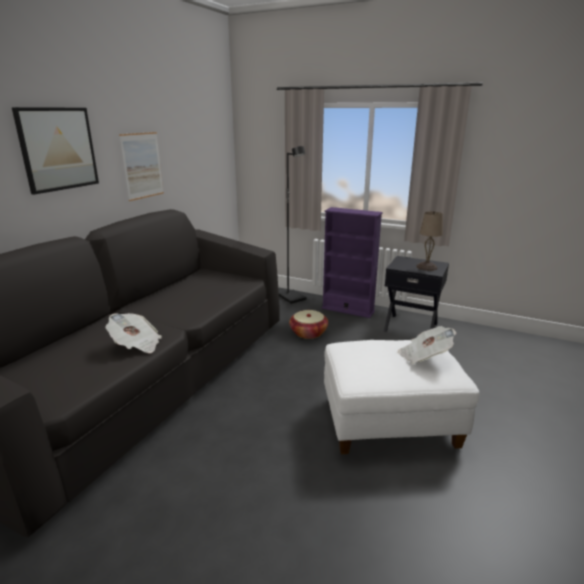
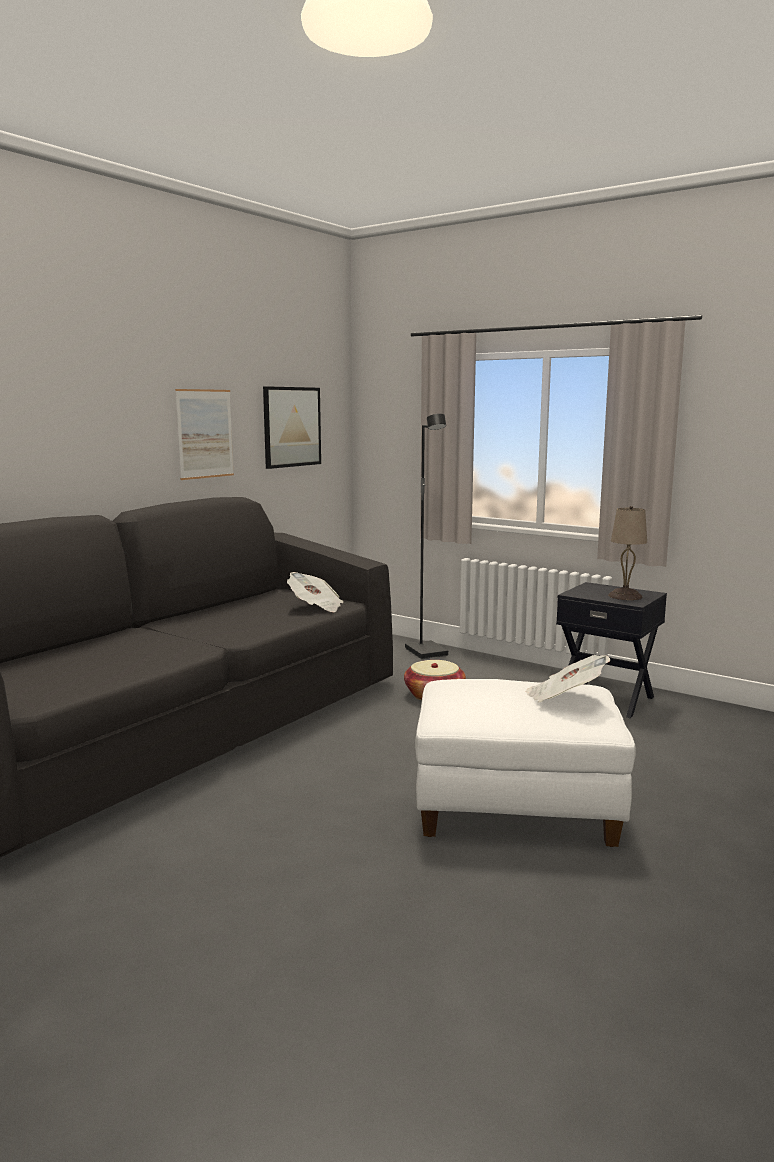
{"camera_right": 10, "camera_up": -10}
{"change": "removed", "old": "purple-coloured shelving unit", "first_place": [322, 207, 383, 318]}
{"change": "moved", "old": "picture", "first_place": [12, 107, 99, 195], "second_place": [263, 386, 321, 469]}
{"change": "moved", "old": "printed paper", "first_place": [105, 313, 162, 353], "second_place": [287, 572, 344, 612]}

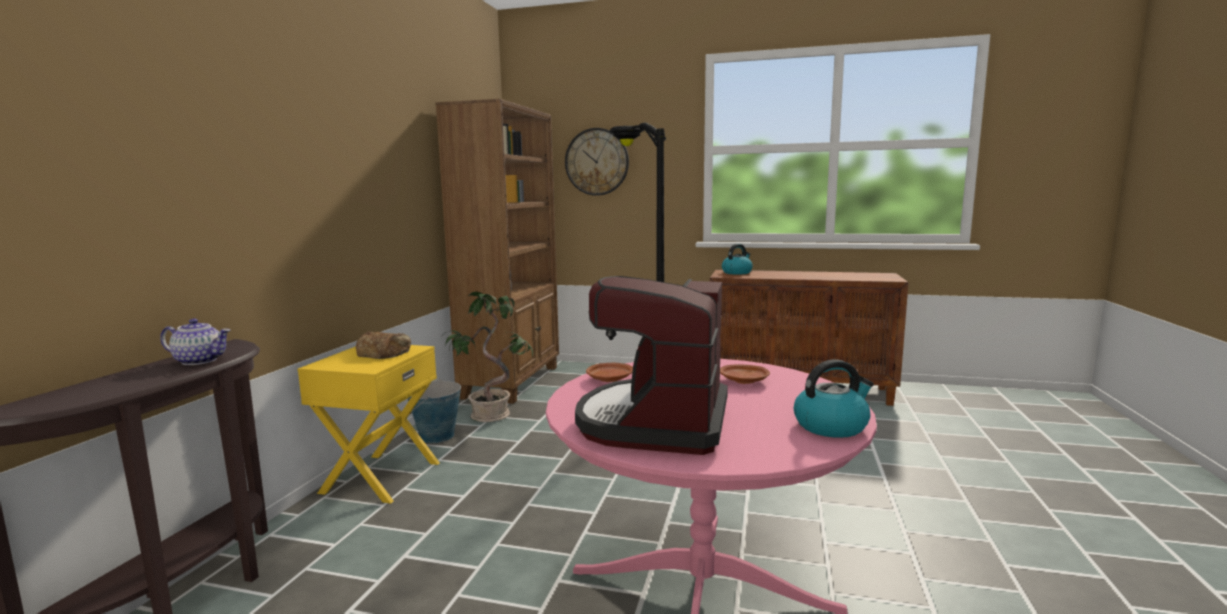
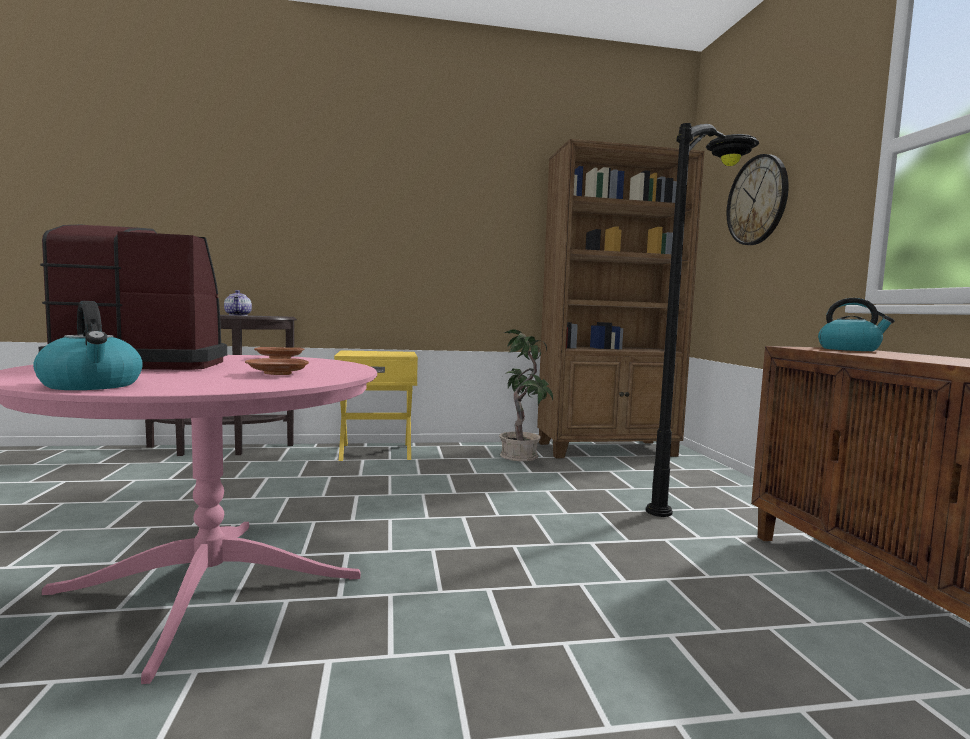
{"camera_right": 65, "camera_up": -5}
{"change": "removed", "old": "baked bread", "first_place": [356, 331, 411, 359]}
{"change": "removed", "old": "bucket", "first_place": [407, 379, 461, 443]}

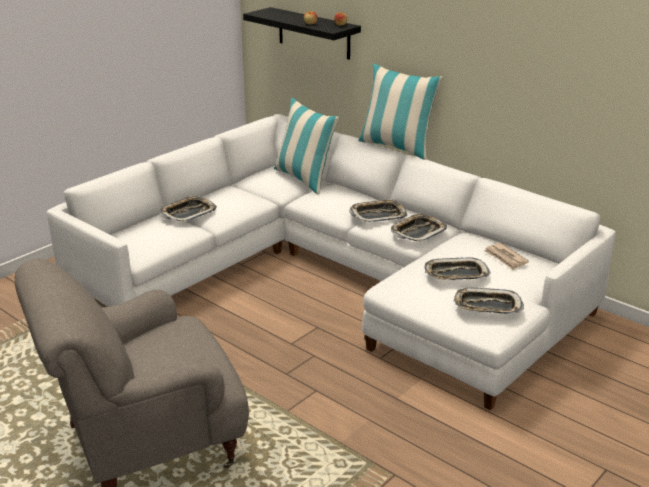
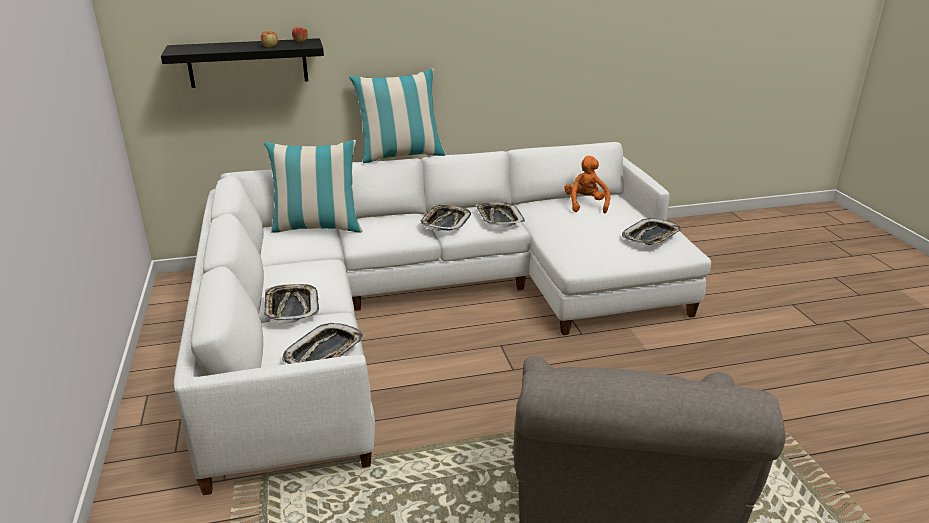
{"camera_right": -55, "camera_up": 0}
{"change": "moved", "old": "serving tray", "first_place": [425, 257, 491, 280], "second_place": [282, 323, 363, 364]}
{"change": "replaced", "old": "printed paper", "new": "orange-coloured plush toy", "first_place": [484, 243, 529, 270], "second_place": [565, 156, 610, 213]}

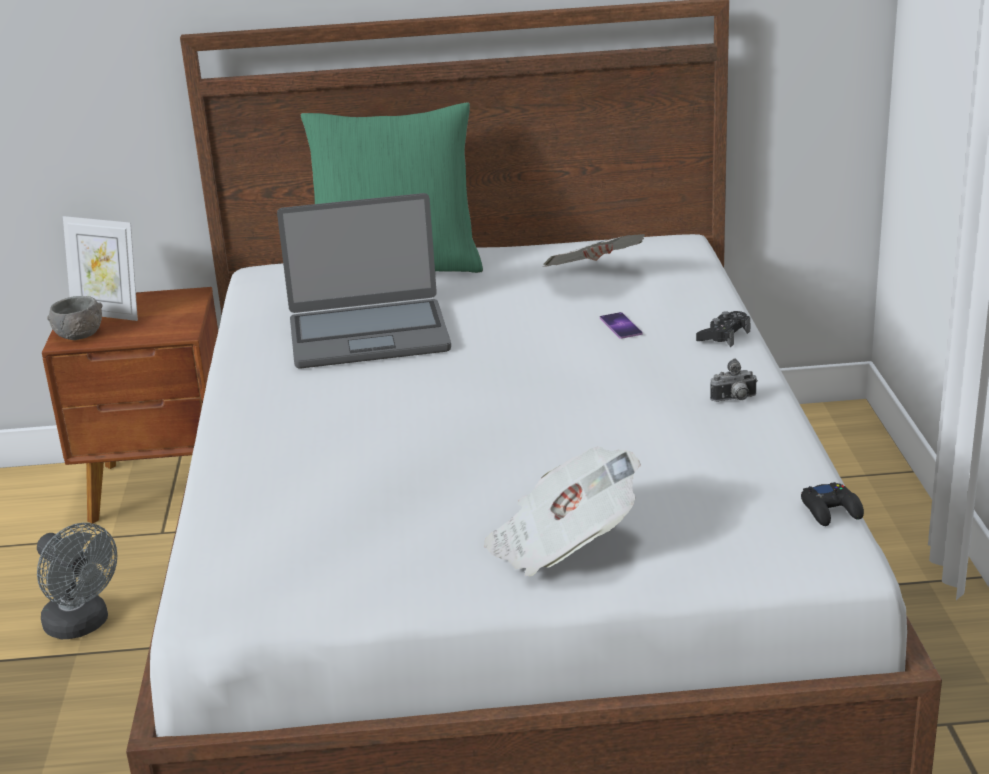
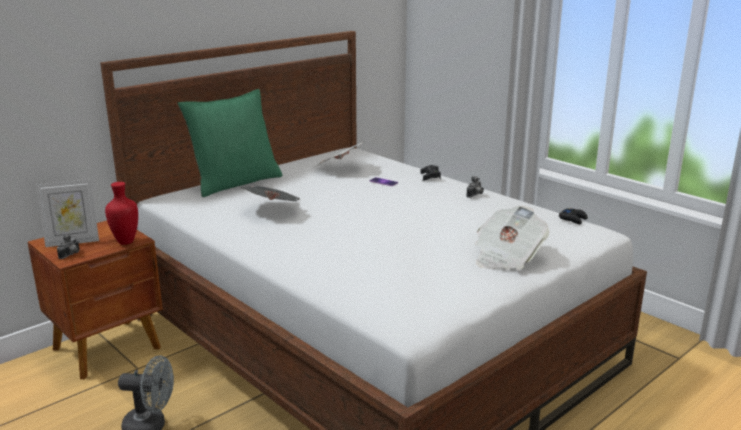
{"camera_right": -40, "camera_up": -5}
{"change": "added", "new": "reddish flower vase", "second_place": [105, 182, 138, 245]}
{"change": "replaced", "old": "grey bowl", "new": "photo camera", "first_place": [47, 296, 103, 340], "second_place": [57, 234, 80, 259]}
{"change": "replaced", "old": "laptop", "new": "printed paper", "first_place": [277, 193, 451, 369], "second_place": [240, 186, 300, 201]}

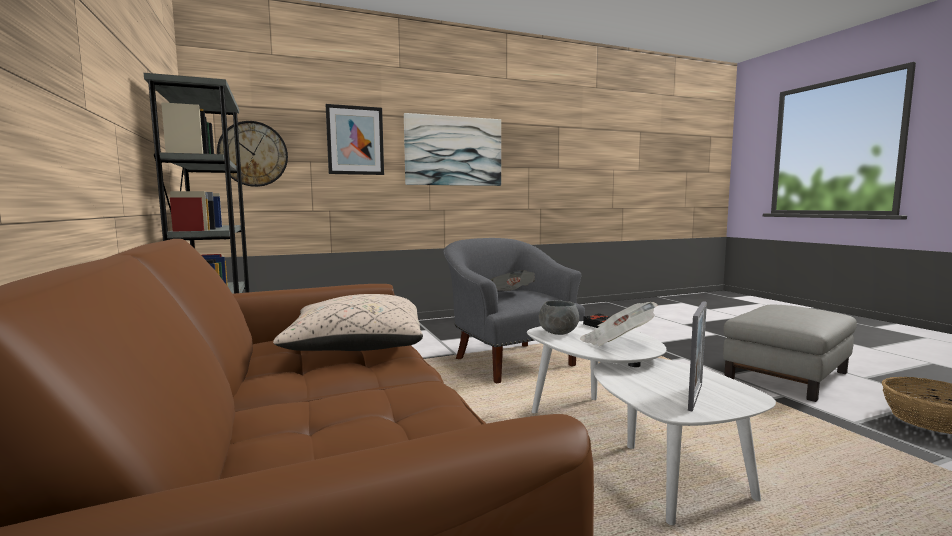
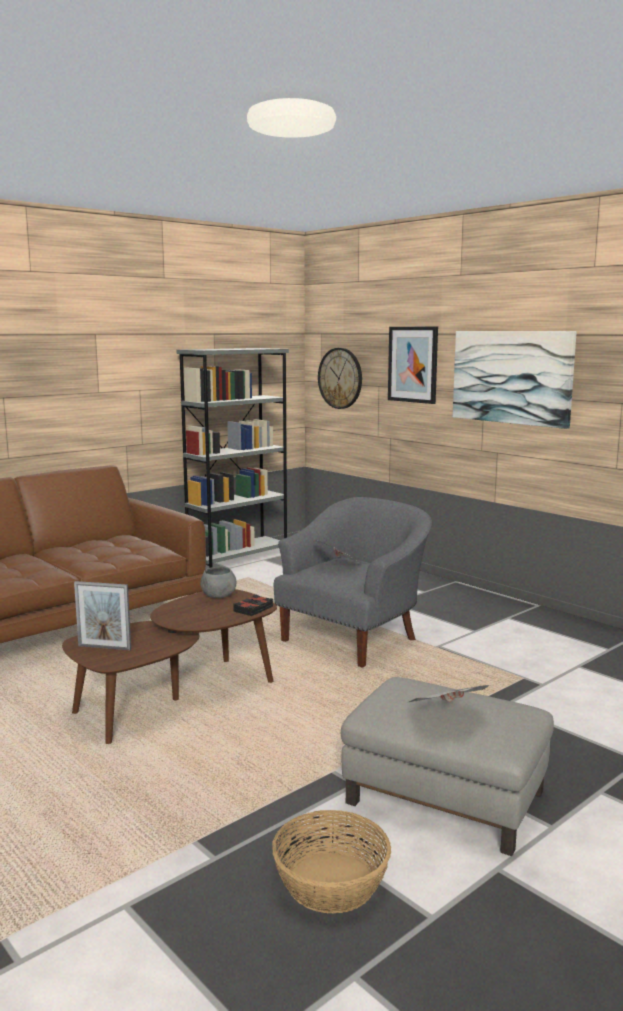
{"camera_right": 70, "camera_up": 5}
{"change": "removed", "old": "sand-coloured pillow", "first_place": [273, 294, 423, 351]}
{"change": "moved", "old": "printed paper", "first_place": [580, 302, 658, 346], "second_place": [409, 685, 490, 702]}
{"change": "recoloured", "old": "white low table", "new": "brown-coloured low table", "first_place": [527, 321, 776, 525], "second_place": [62, 589, 277, 744]}

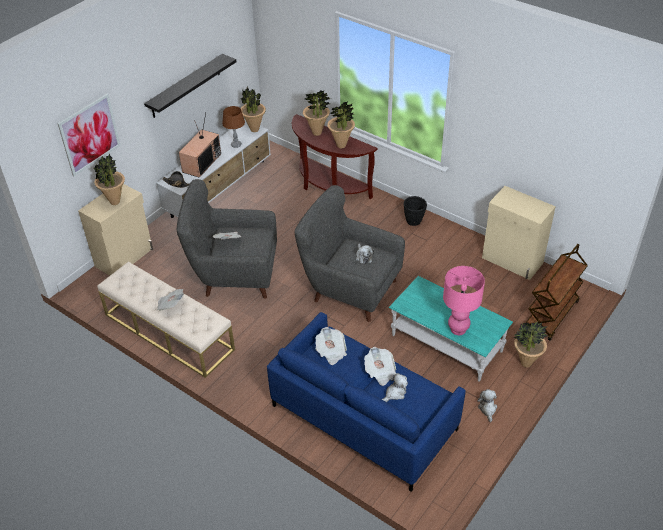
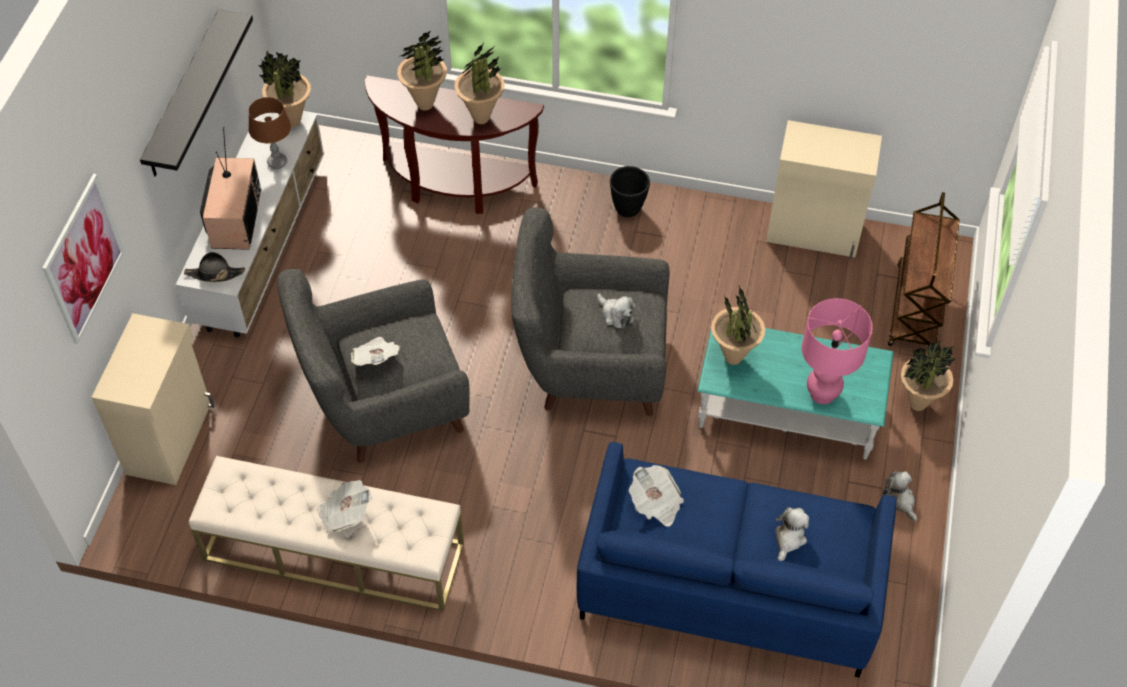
{"camera_right": -25, "camera_up": 10}
{"change": "removed", "old": "printed paper", "first_place": [364, 347, 397, 386]}
{"change": "moved", "old": "plant in a pot", "first_place": [94, 154, 125, 205], "second_place": [711, 286, 765, 365]}

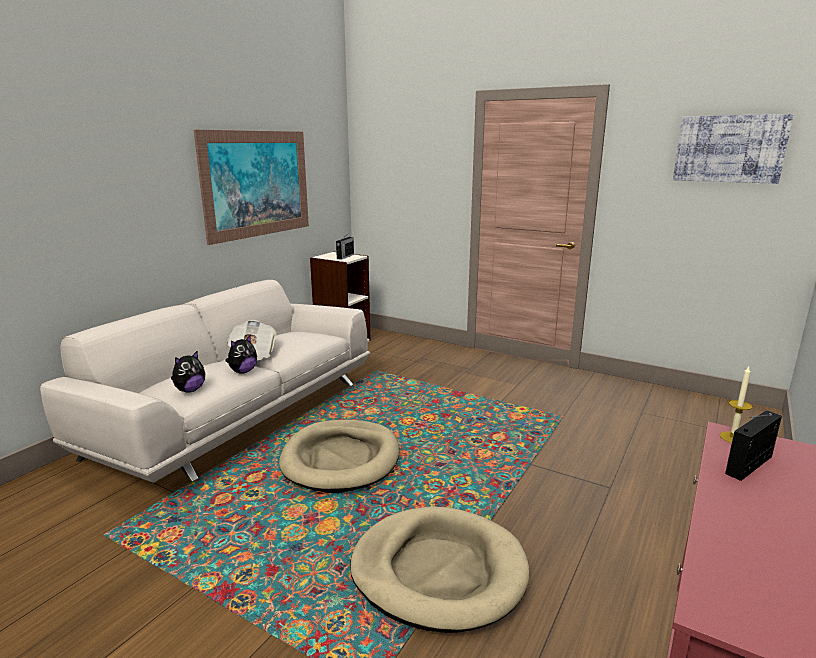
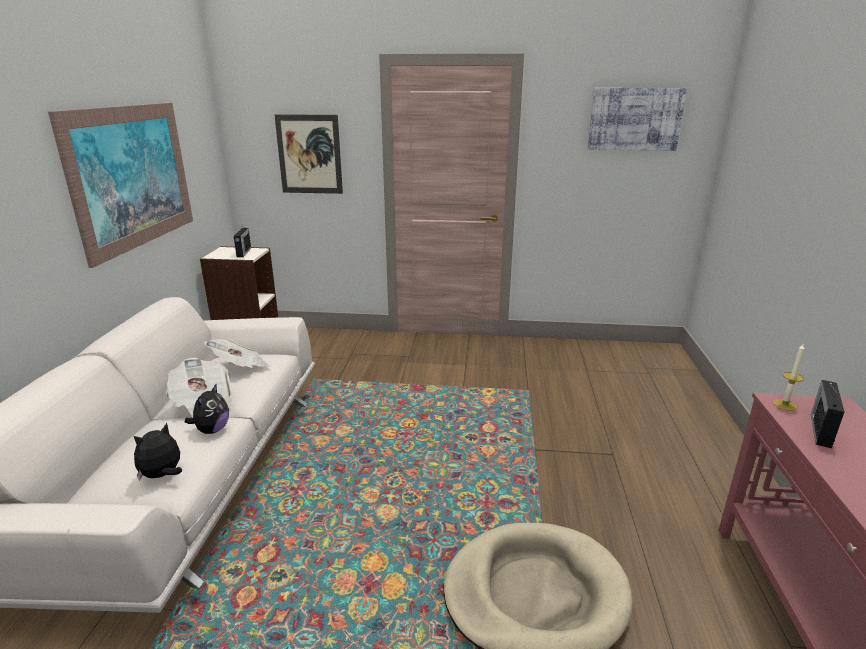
{"camera_right": -25, "camera_up": 5}
{"change": "removed", "old": "sand-coloured dog cushion", "first_place": [279, 420, 399, 493]}
{"change": "added", "new": "printed paper", "second_place": [204, 339, 270, 368]}
{"change": "added", "new": "picture", "second_place": [275, 114, 343, 194]}
{"change": "turned", "old": "plush toy", "first_place": [171, 350, 205, 393], "second_place": [134, 423, 182, 481], "degrees": -150}

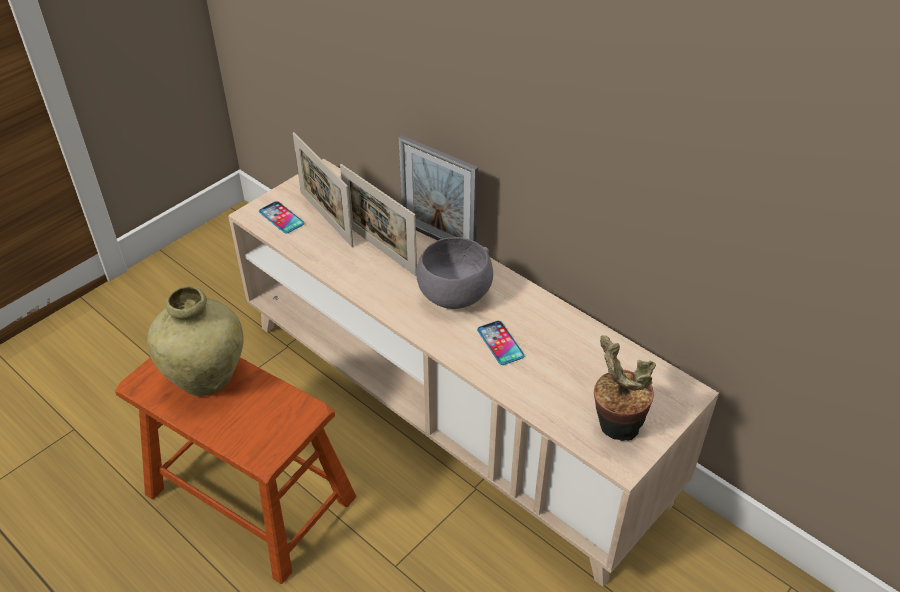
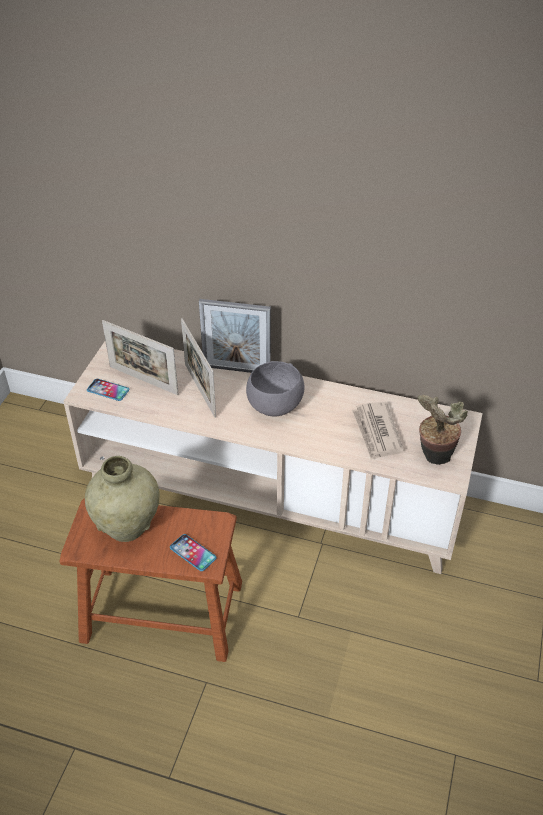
{"camera_right": -25, "camera_up": 0}
{"change": "added", "new": "printed paper", "second_place": [352, 402, 404, 460]}
{"change": "moved", "old": "handset", "first_place": [477, 321, 524, 365], "second_place": [170, 534, 216, 571]}
{"change": "turned", "old": "standing frame", "first_place": [340, 164, 417, 276], "second_place": [181, 318, 216, 418], "degrees": 45}

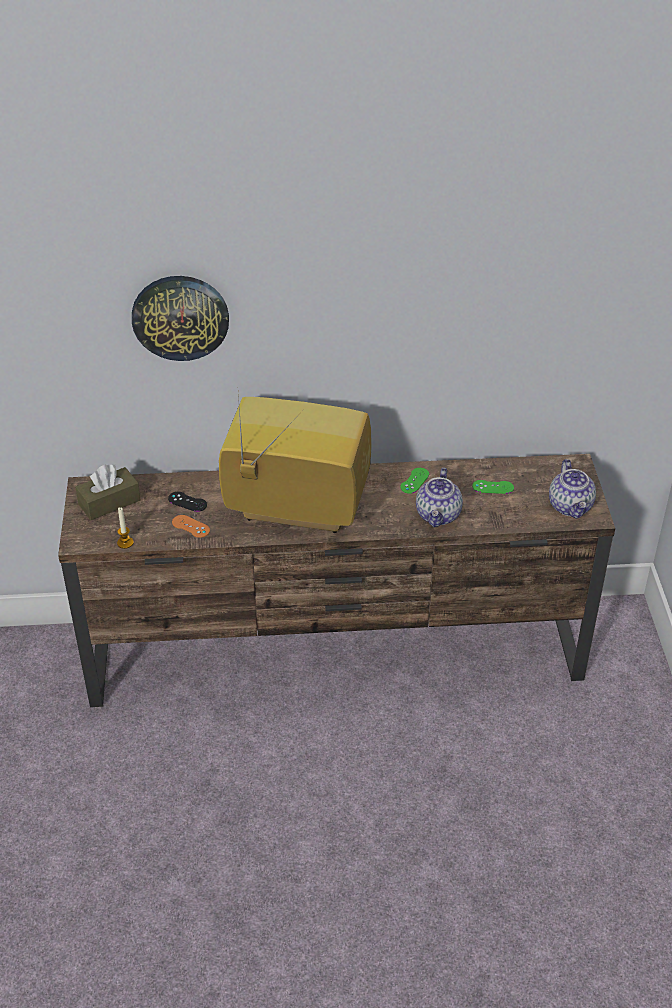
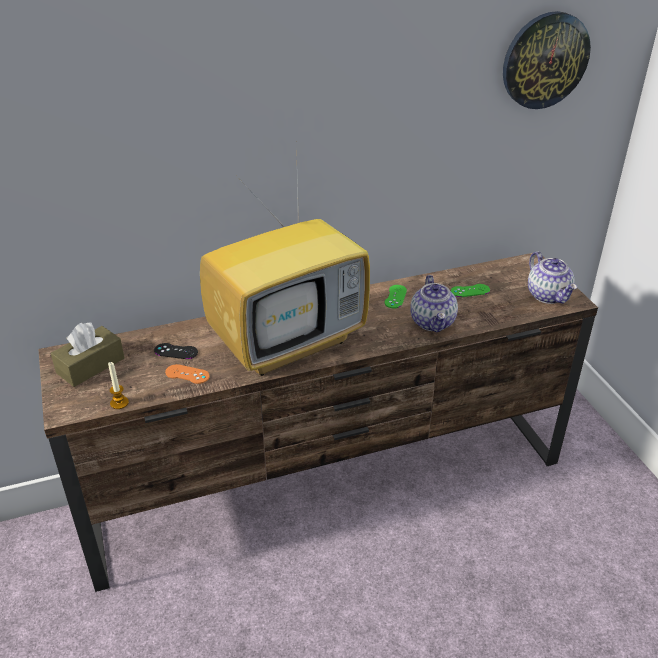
{"camera_right": -15, "camera_up": -5}
{"change": "moved", "old": "wall clock", "first_place": [132, 276, 229, 361], "second_place": [503, 11, 591, 109]}
{"change": "turned", "old": "TV set", "first_place": [219, 395, 372, 533], "second_place": [200, 145, 370, 376], "degrees": 150}

